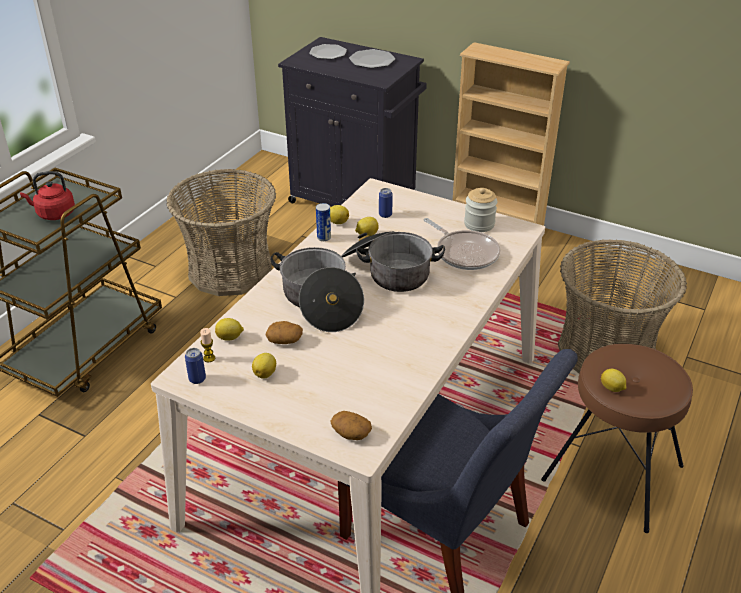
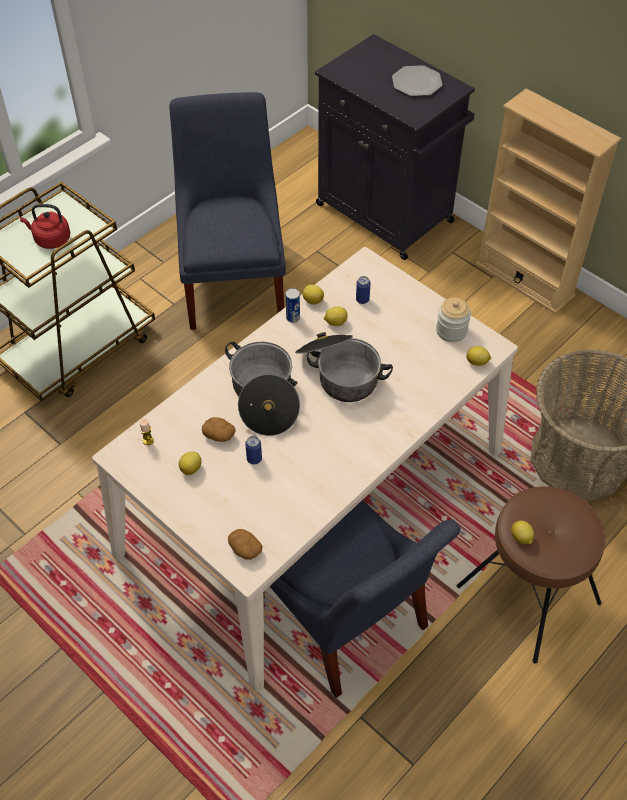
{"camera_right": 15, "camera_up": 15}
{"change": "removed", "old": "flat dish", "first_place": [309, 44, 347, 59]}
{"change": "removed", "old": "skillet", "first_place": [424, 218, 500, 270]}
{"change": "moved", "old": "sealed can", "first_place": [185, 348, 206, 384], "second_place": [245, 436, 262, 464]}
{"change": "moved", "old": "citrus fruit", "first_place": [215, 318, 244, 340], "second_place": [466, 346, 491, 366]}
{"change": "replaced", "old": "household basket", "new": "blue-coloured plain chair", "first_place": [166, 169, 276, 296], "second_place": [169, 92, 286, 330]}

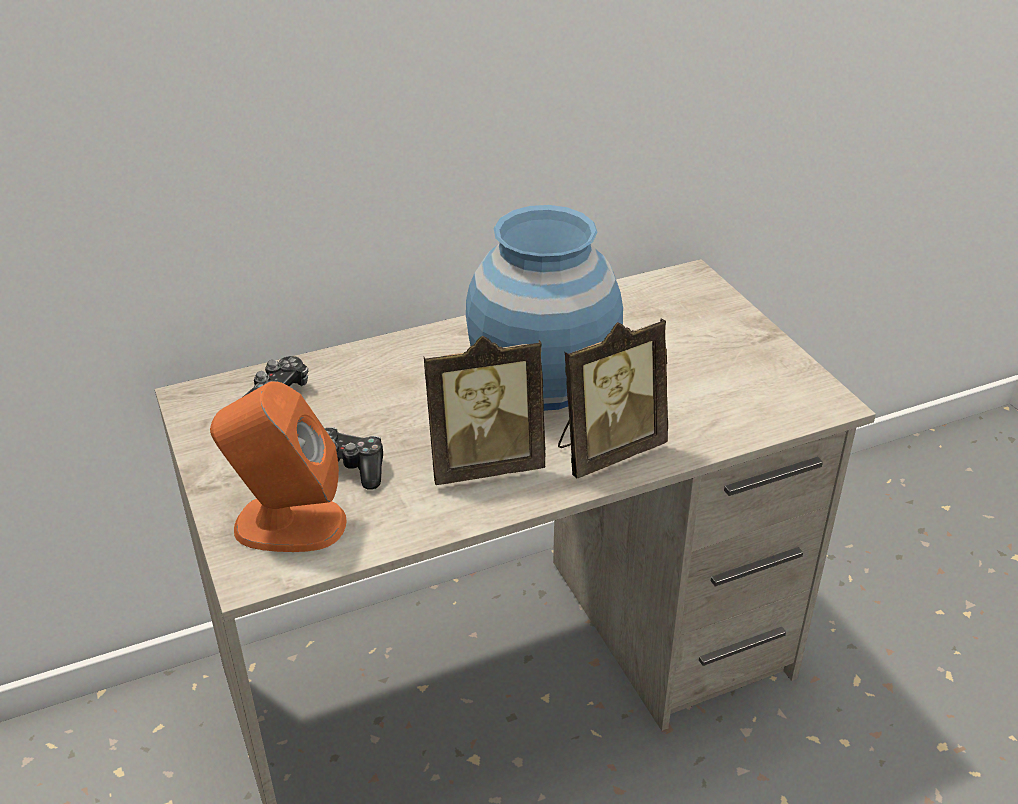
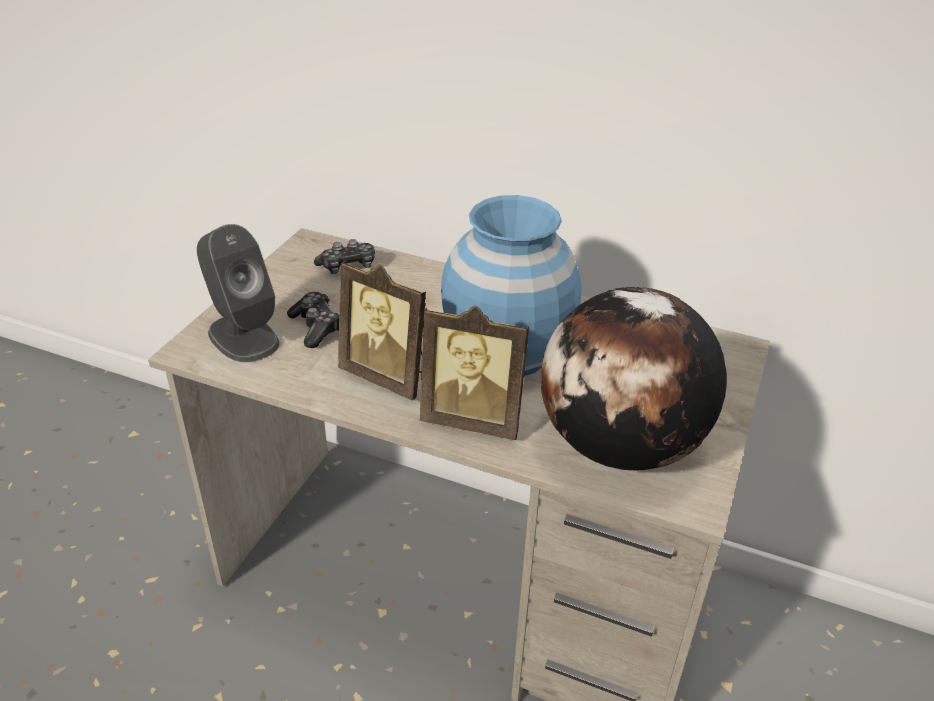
{"camera_right": 45, "camera_up": 0}
{"change": "added", "new": "desk globe", "second_place": [541, 287, 727, 471]}
{"change": "recoloured", "old": "orange-coloured loudspeaker", "new": "grey loudspeaker", "first_place": [210, 381, 347, 552], "second_place": [197, 224, 279, 362]}

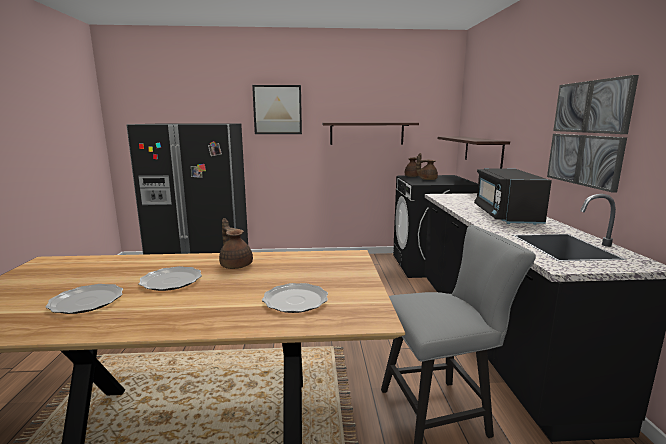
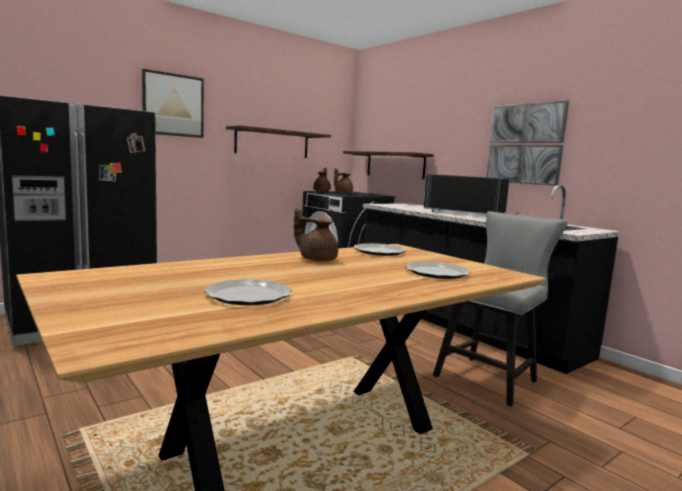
{"camera_right": -35, "camera_up": -5}
{"change": "moved", "old": "flat dish", "first_place": [139, 266, 202, 291], "second_place": [353, 243, 406, 256]}
{"change": "turned", "old": "black-coloured microwave", "first_place": [474, 168, 552, 225], "second_place": [424, 174, 509, 214], "degrees": 150}

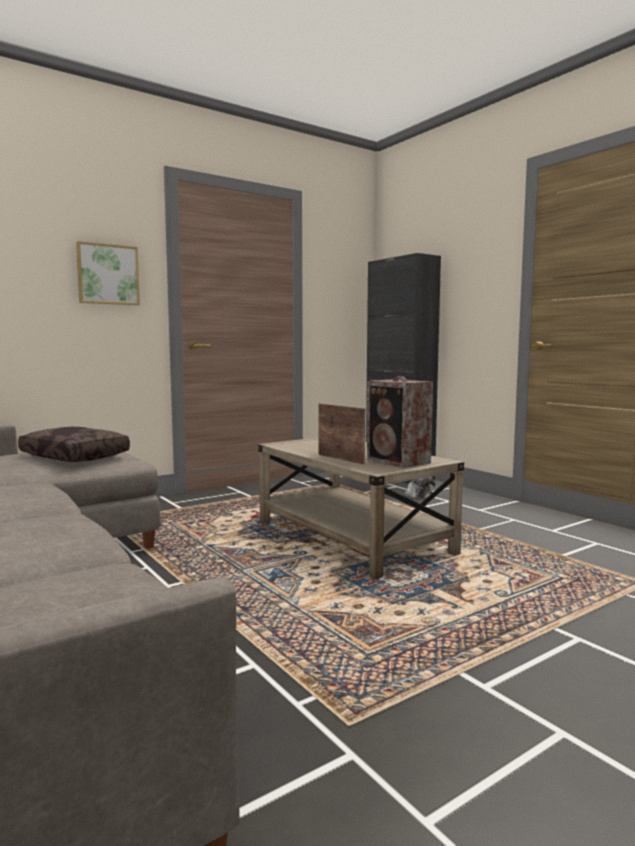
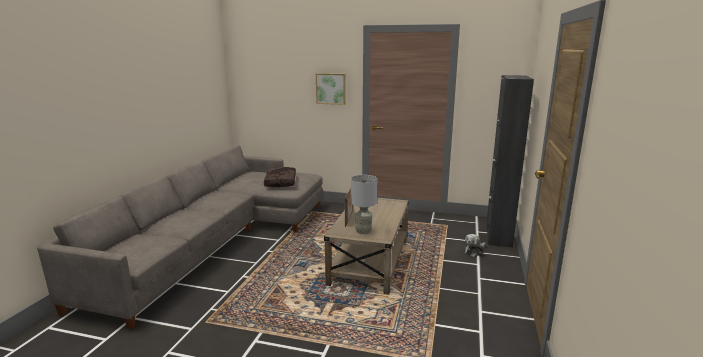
{"camera_right": 50, "camera_up": 10}
{"change": "replaced", "old": "loudspeaker", "new": "grey table lamp", "first_place": [367, 376, 433, 468], "second_place": [351, 175, 377, 234]}

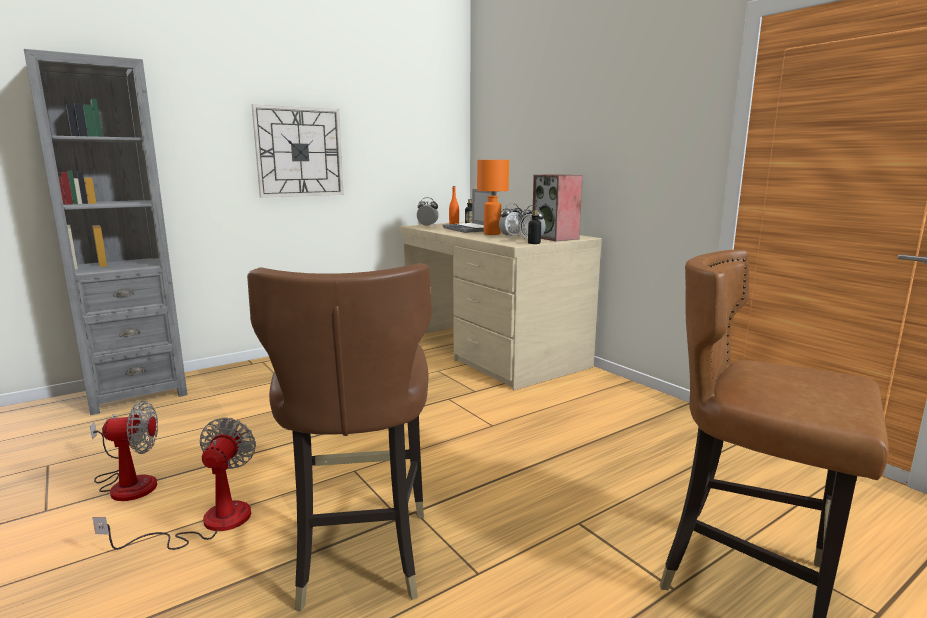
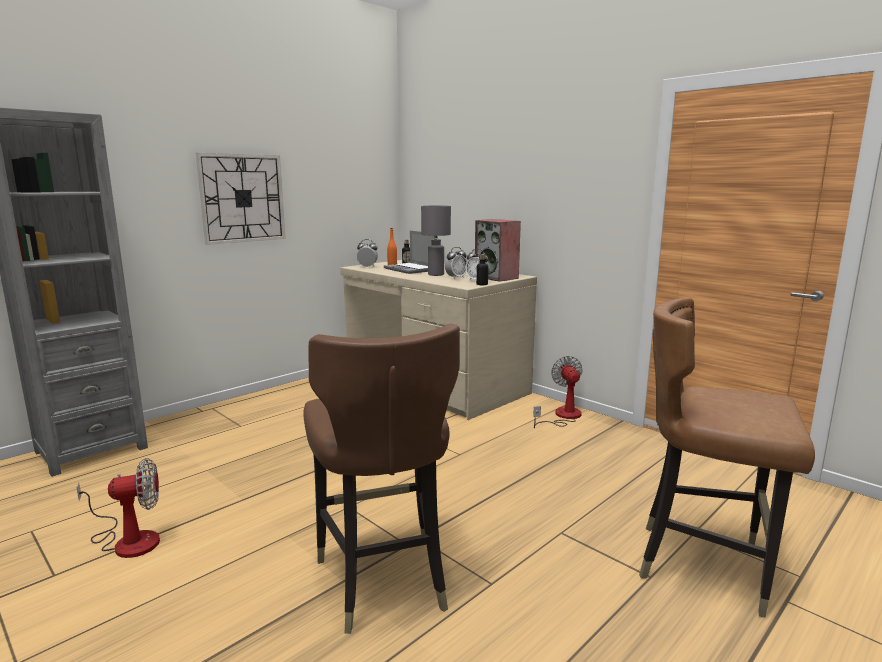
{"camera_right": -10, "camera_up": 0}
{"change": "moved", "old": "fan", "first_place": [92, 418, 256, 550], "second_place": [533, 356, 583, 428]}
{"change": "recoloured", "old": "orange-coloured table lamp", "new": "grey table lamp", "first_place": [477, 160, 509, 235], "second_place": [421, 205, 451, 276]}

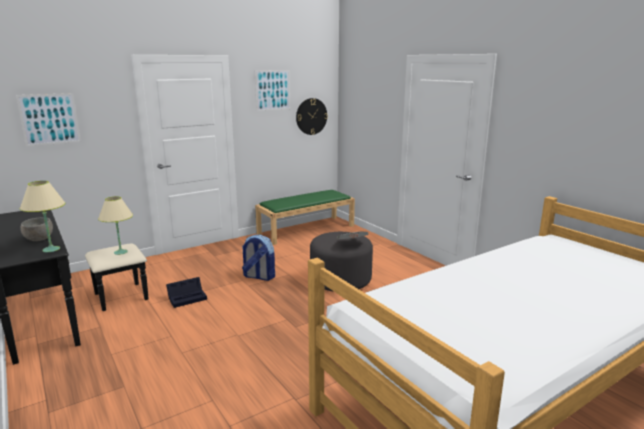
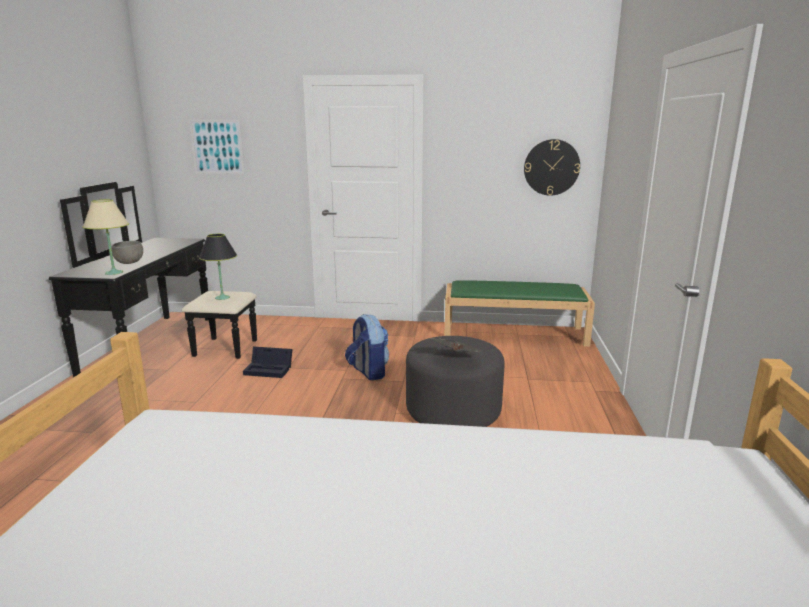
{"camera_right": 40, "camera_up": 0}
{"change": "removed", "old": "picture", "first_place": [255, 70, 290, 111]}
{"change": "recoloured", "old": "sand-coloured table lamp", "new": "black-coloured table lamp", "first_place": [98, 197, 133, 255], "second_place": [199, 234, 237, 300]}

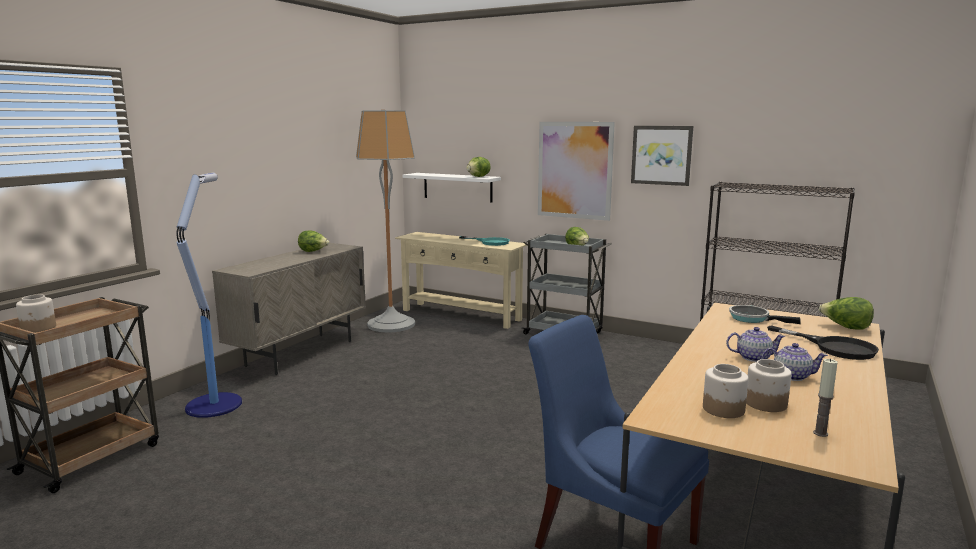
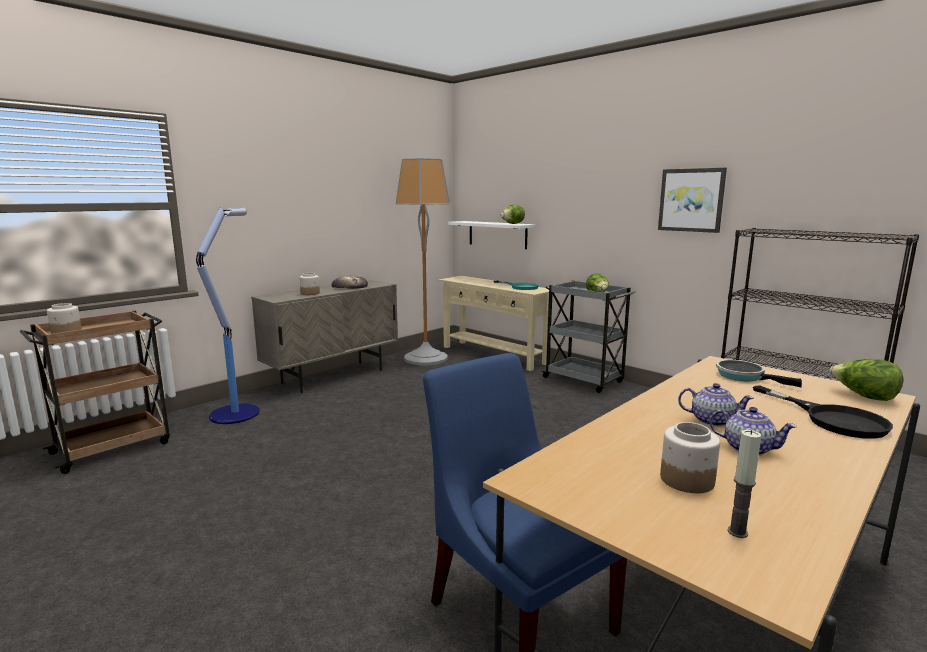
{"camera_right": 15, "camera_up": 0}
{"change": "removed", "old": "picture", "first_place": [538, 122, 615, 221]}
{"change": "moved", "old": "storage jar", "first_place": [703, 364, 749, 418], "second_place": [299, 273, 320, 295]}
{"change": "replaced", "old": "lettuce", "new": "baked bread", "first_place": [298, 230, 329, 252], "second_place": [331, 276, 368, 289]}

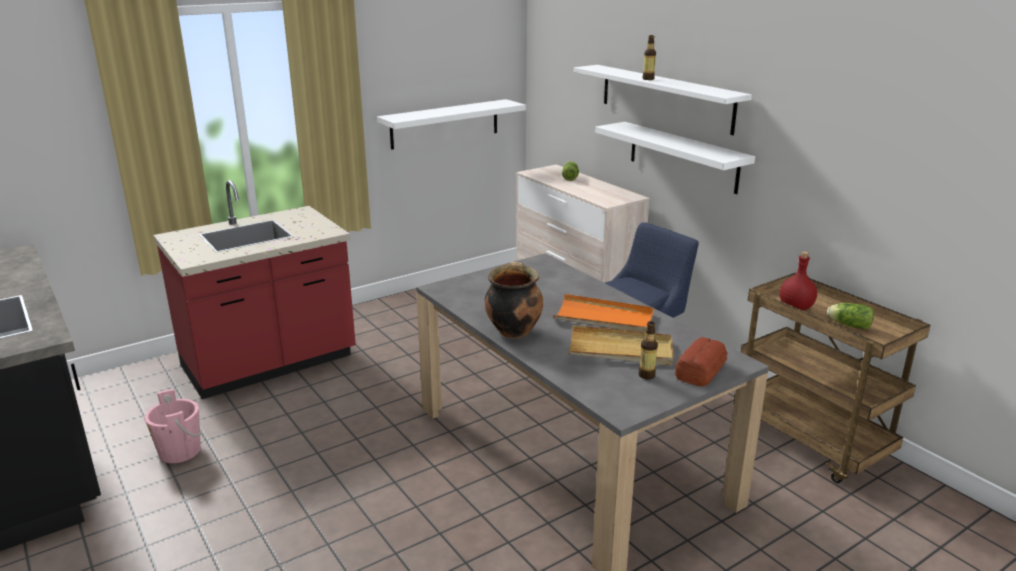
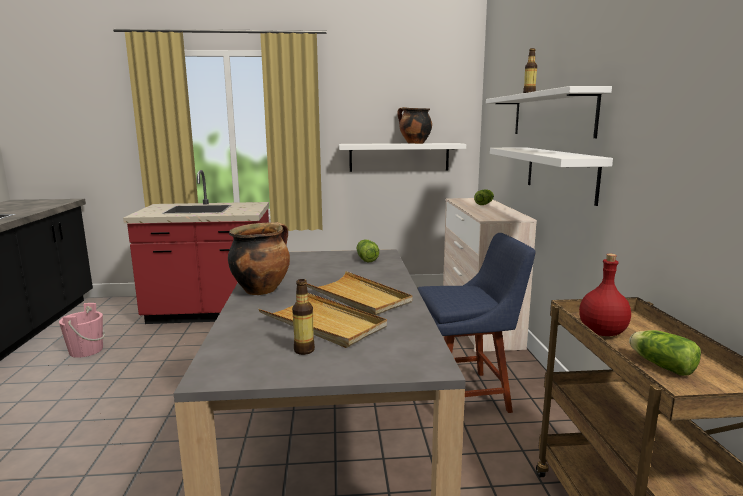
{"camera_right": 30, "camera_up": -10}
{"change": "removed", "old": "baked bread", "first_place": [675, 337, 728, 387]}
{"change": "added", "new": "lettuce", "second_place": [356, 239, 379, 262]}
{"change": "added", "new": "saucepot", "second_place": [397, 107, 432, 144]}
{"change": "recoloured", "old": "orange-coloured serving tray", "new": "sand-coloured serving tray", "first_place": [553, 294, 654, 332], "second_place": [306, 271, 412, 315]}

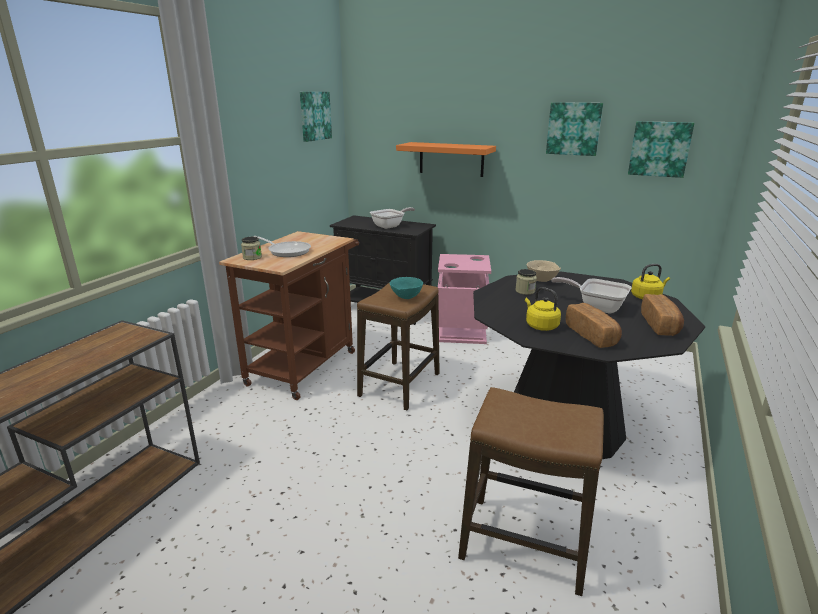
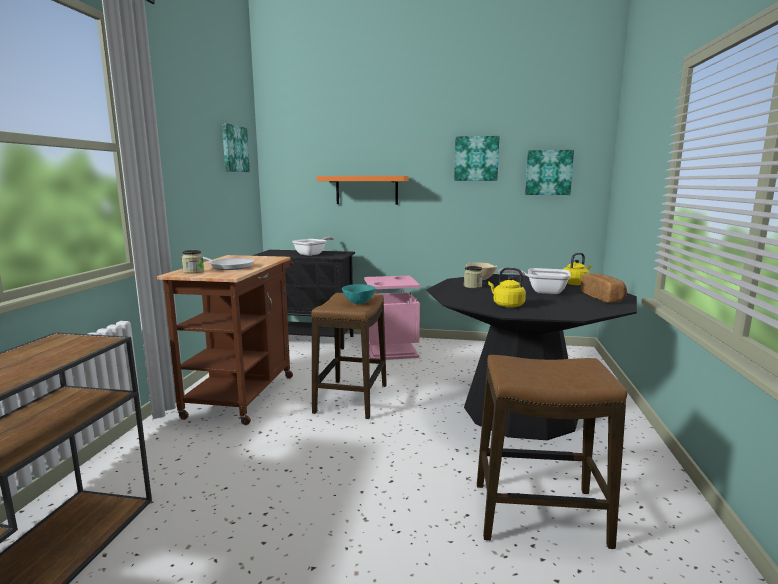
{"camera_right": -15, "camera_up": -10}
{"change": "removed", "old": "baked bread", "first_place": [566, 303, 622, 348]}

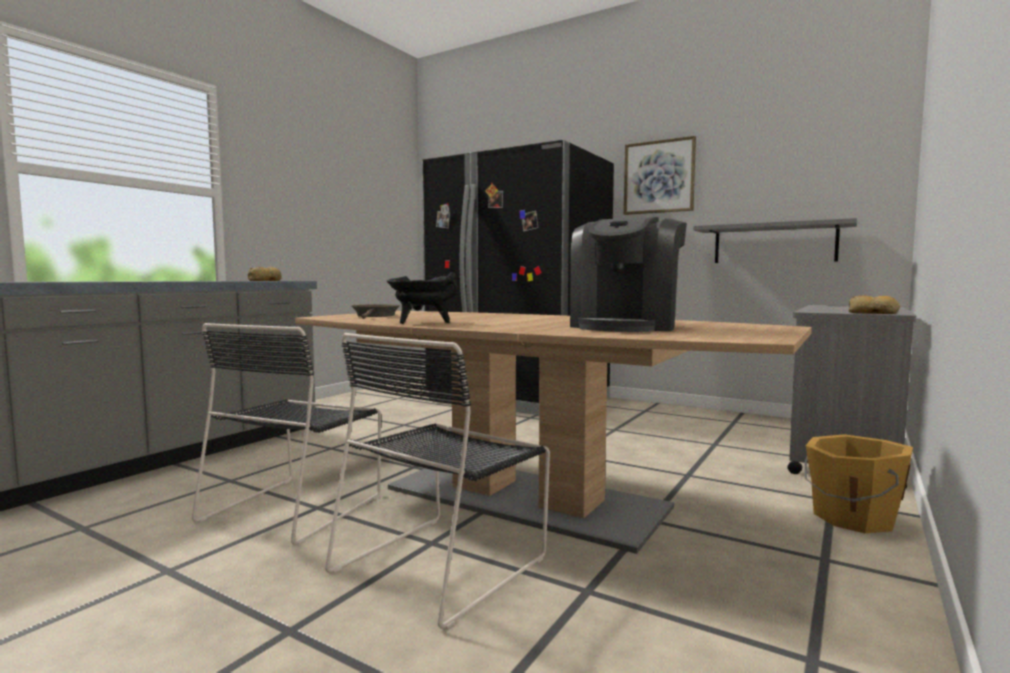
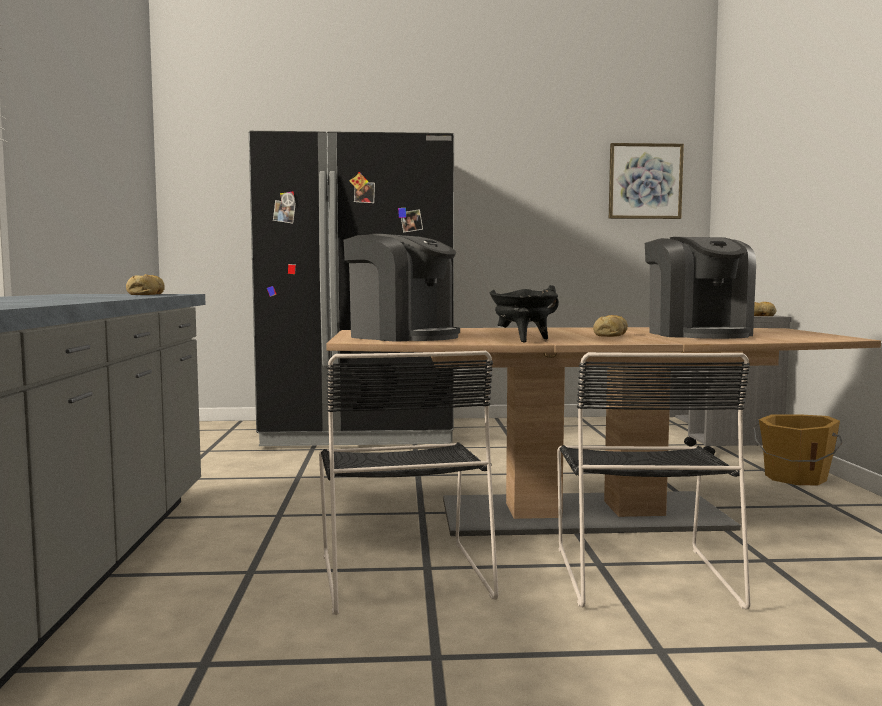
{"camera_right": -35, "camera_up": 0}
{"change": "removed", "old": "grey bracket shelf", "first_place": [693, 218, 857, 263]}
{"change": "added", "new": "baked bread", "second_place": [593, 315, 628, 337]}
{"change": "moved", "old": "picture", "first_place": [624, 136, 696, 215], "second_place": [609, 143, 684, 219]}
{"change": "replaced", "old": "brown-coloured skillet", "new": "coffee maker", "first_place": [352, 304, 400, 319], "second_place": [344, 234, 460, 342]}

